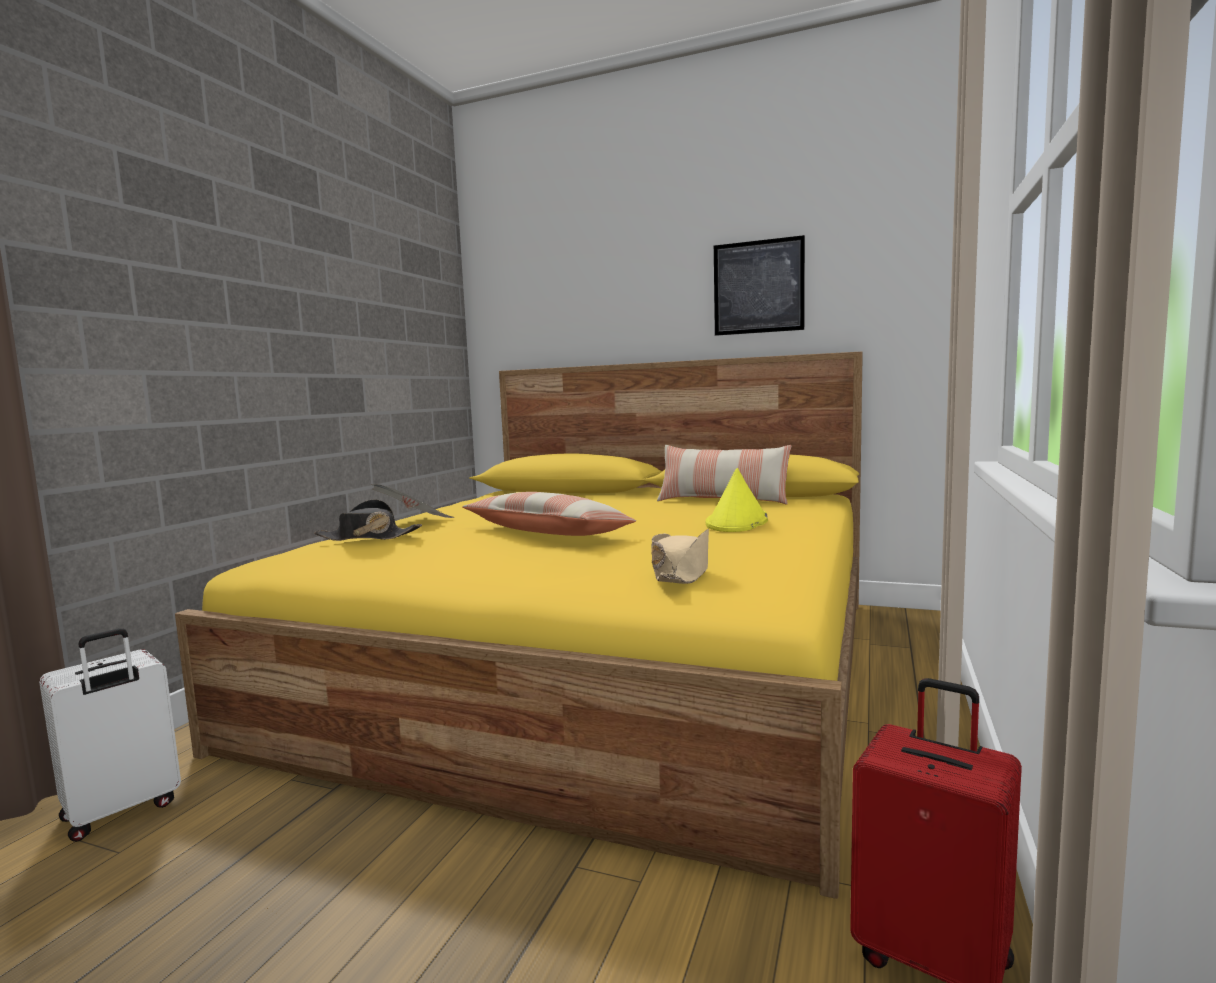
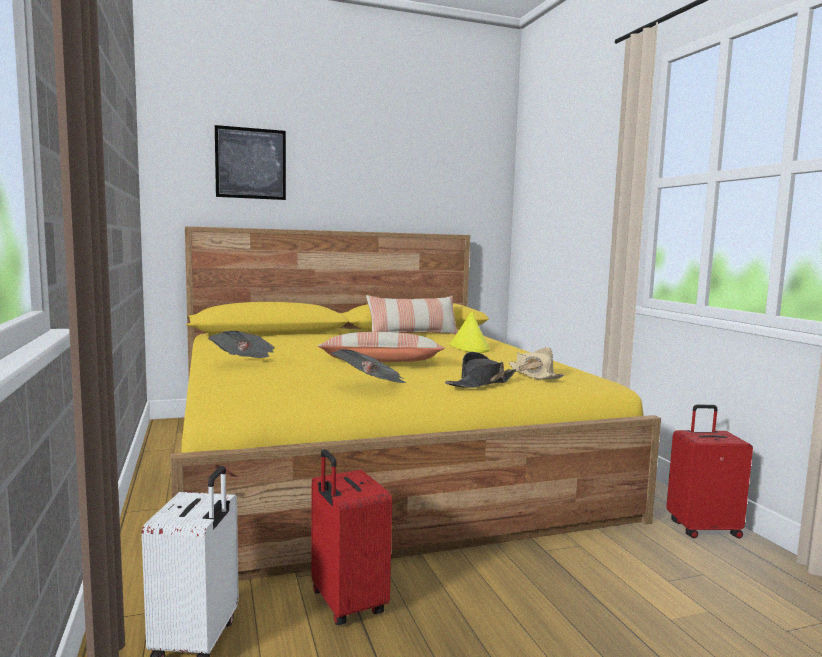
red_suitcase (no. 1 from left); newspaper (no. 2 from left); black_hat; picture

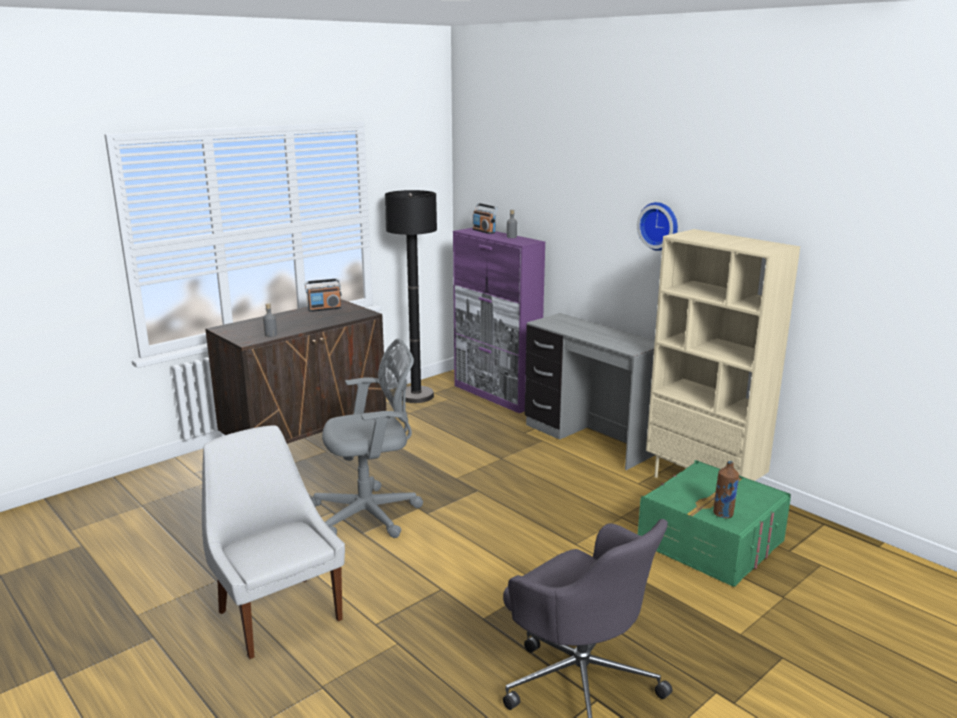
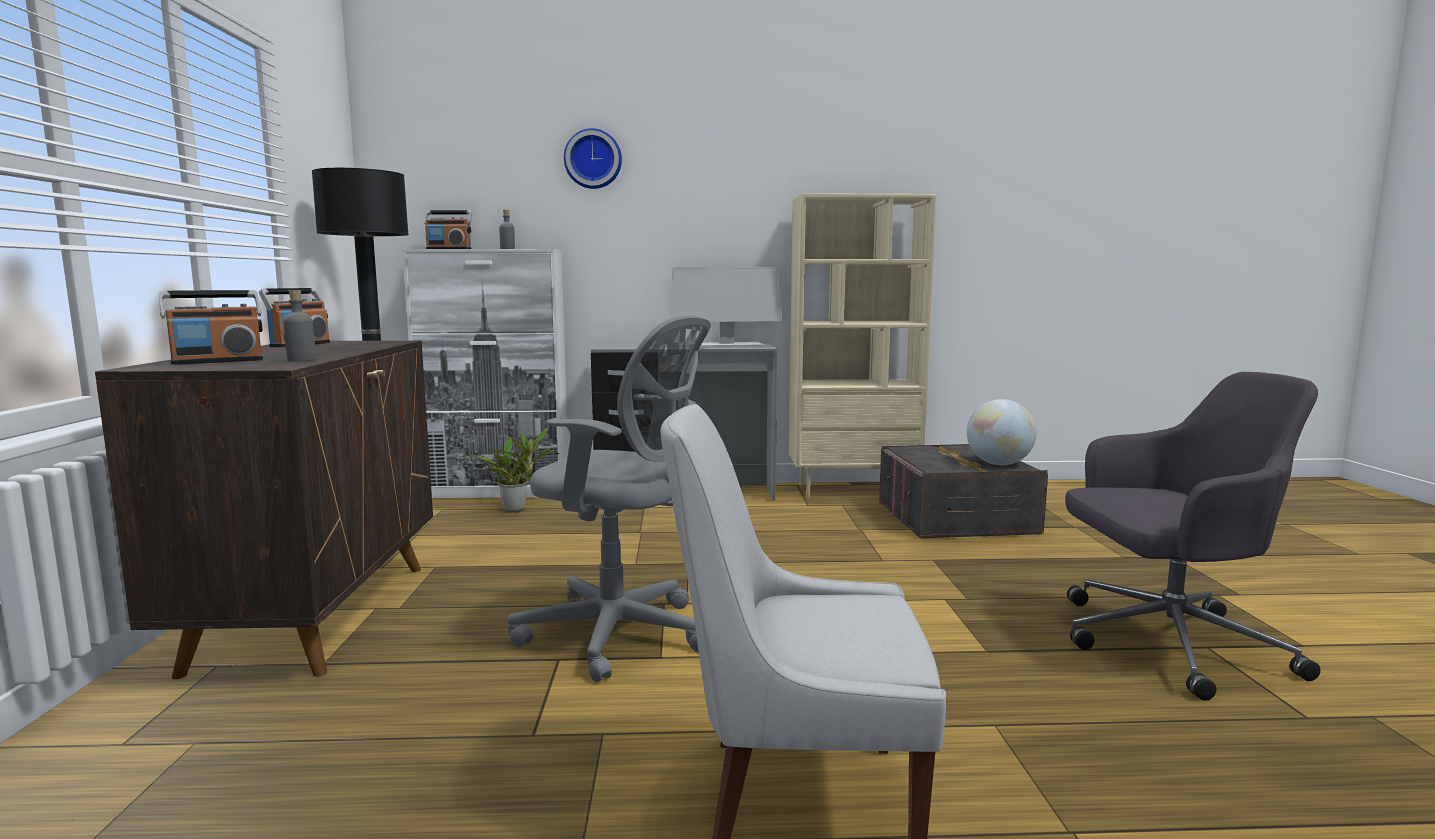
radio (no. 1 from left); potted_plant; monitor; wall_clock; globe; white_cabinet; grey_storage_box; grey_office_chair (no. 1 from left)

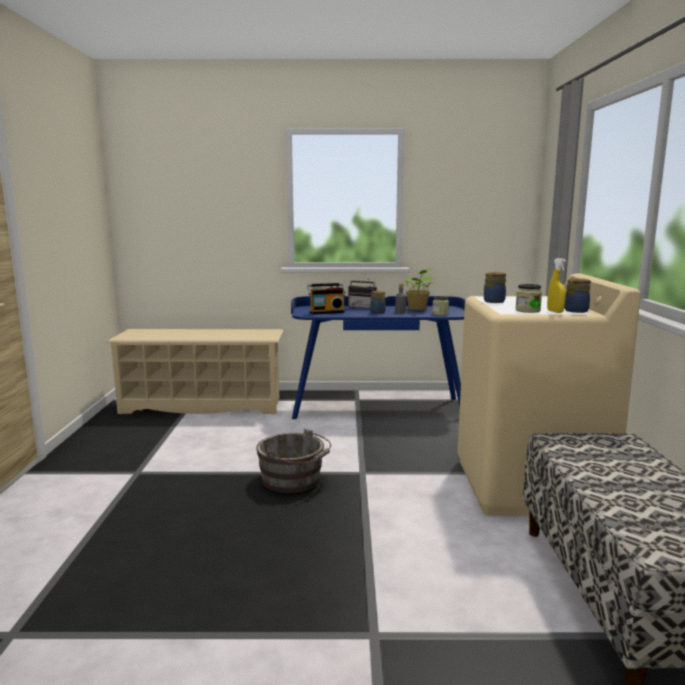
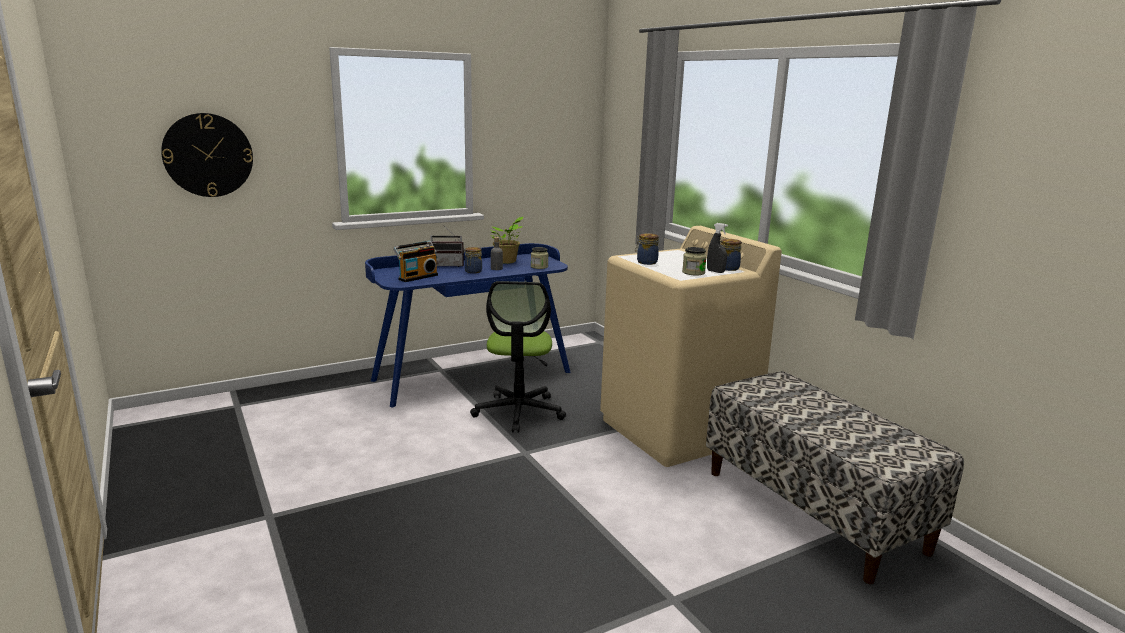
beige_shoe_rack; grey_bucket; wall_clock; office_chair; grey_spray_bottle

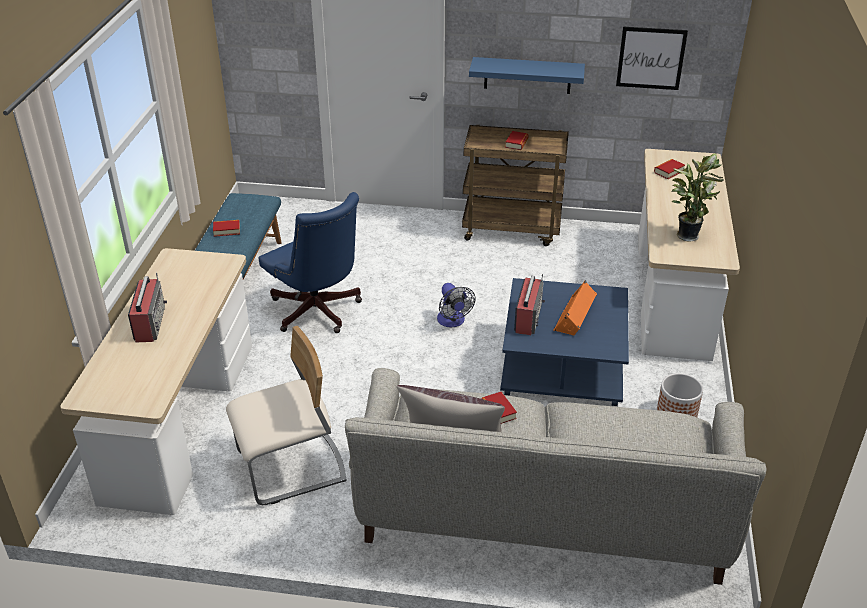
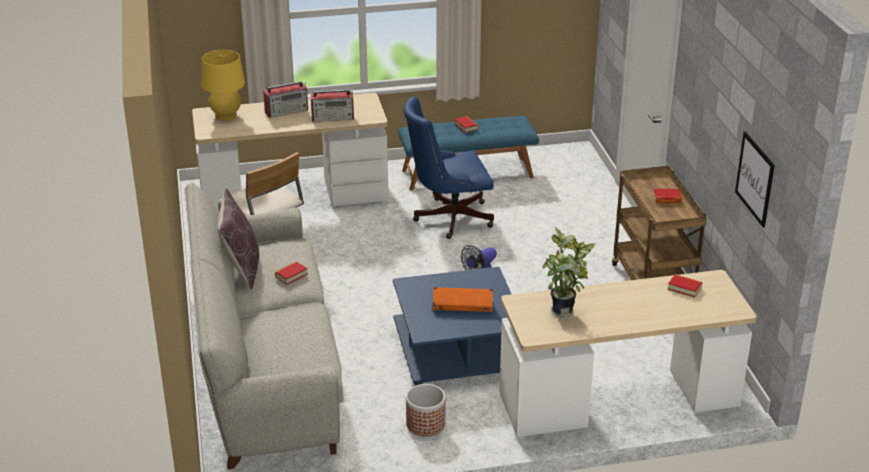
blue_shelf; yellow_table_lamp; radio (no. 2 from left); blue_office_chair

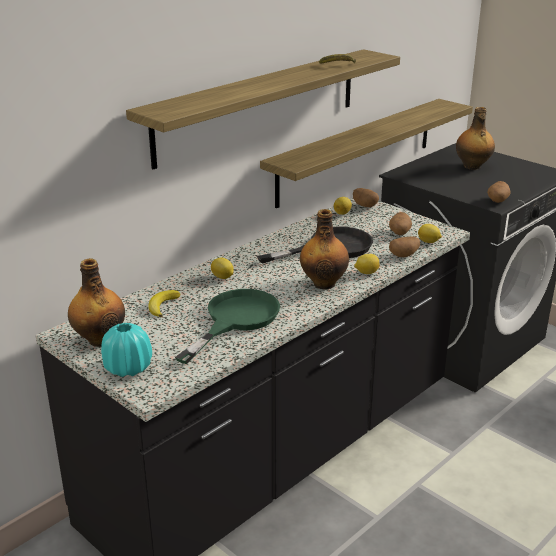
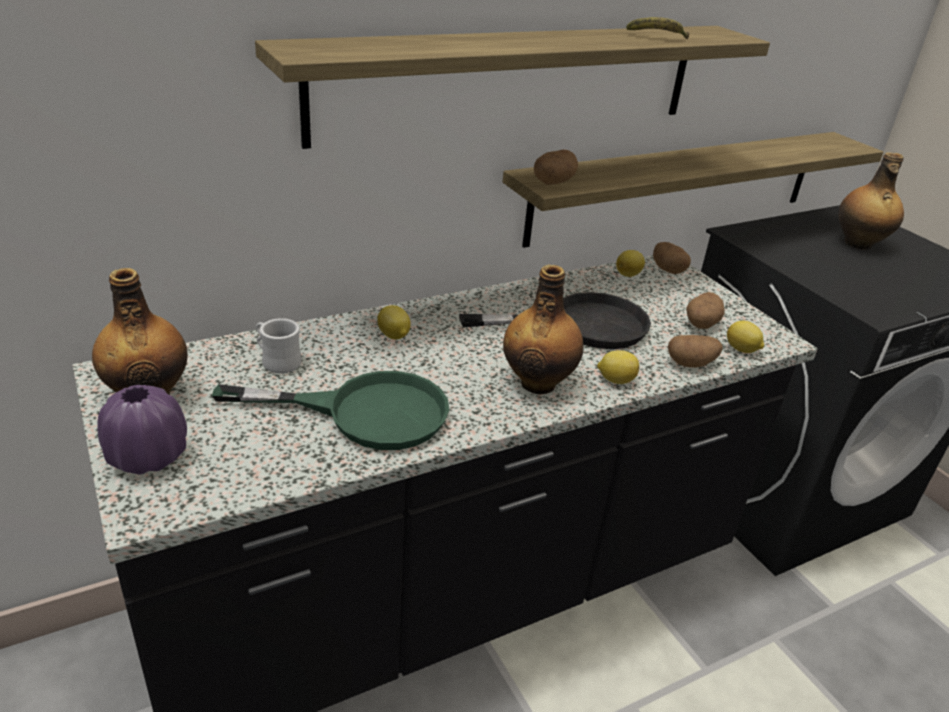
potato (no. 1 from left); white_mug; purple_vase; green_frying_pan

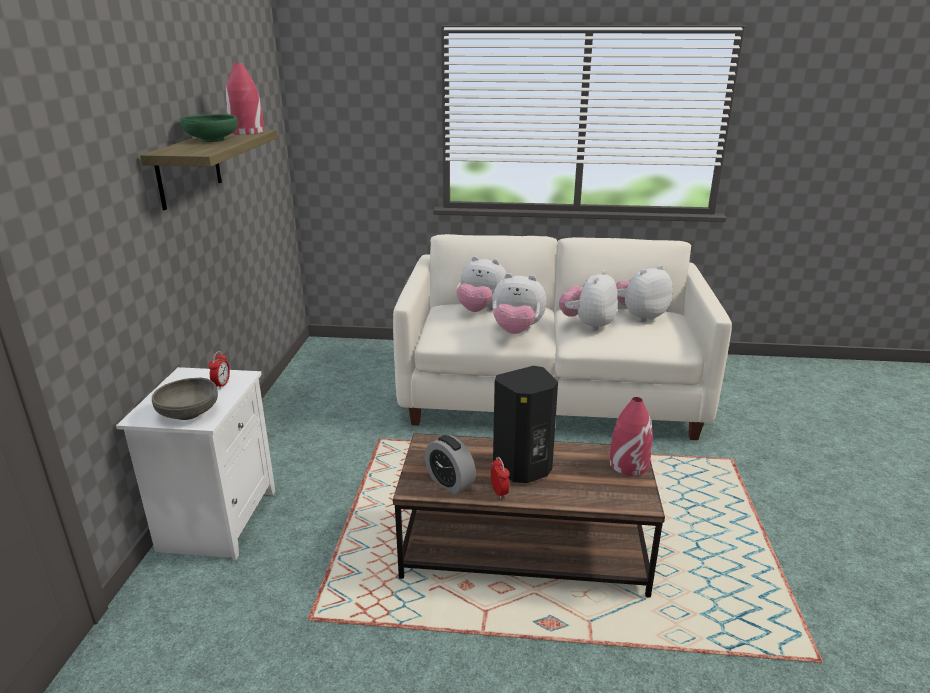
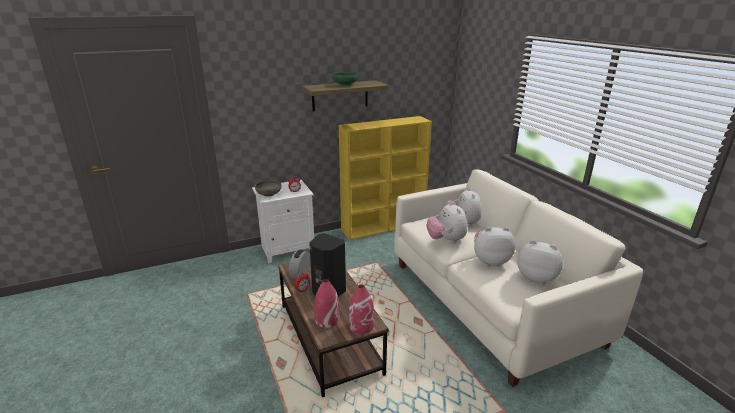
yellow_bookcase; red_vase (no. 1 from left)

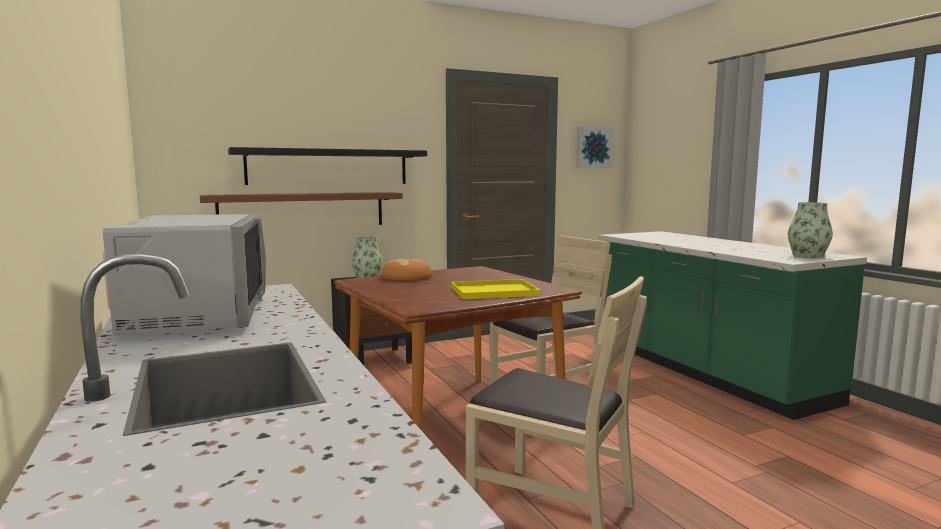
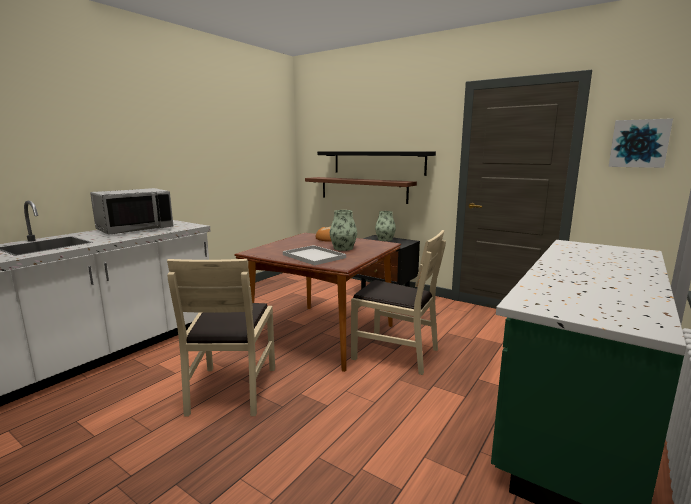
vase (no. 1 from left); white_tray

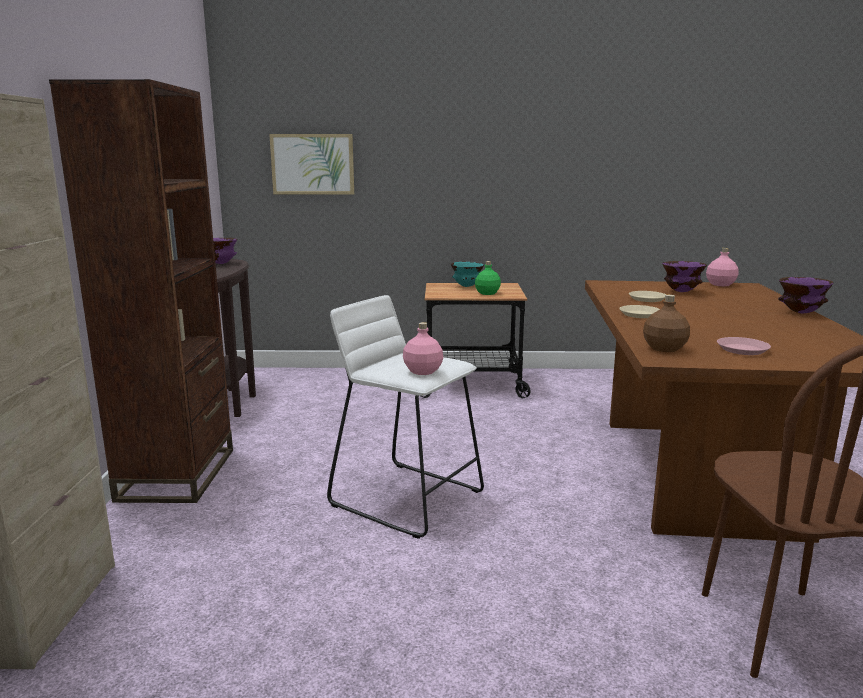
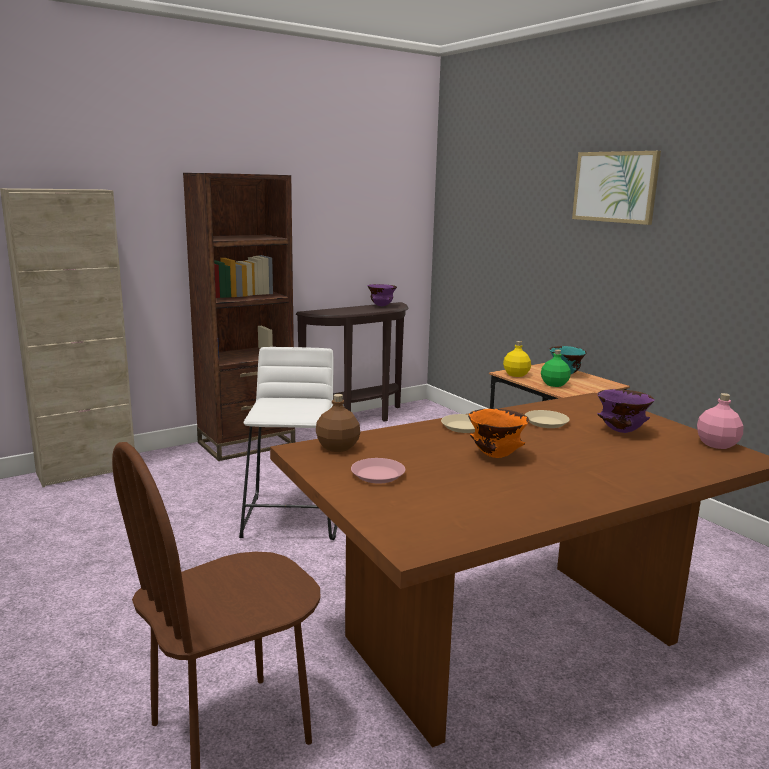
pink_bottle (no. 1 from left in the first image); purple_bowl (no. 3 from left in the first image); orange_bowl; yellow_bottle; picture

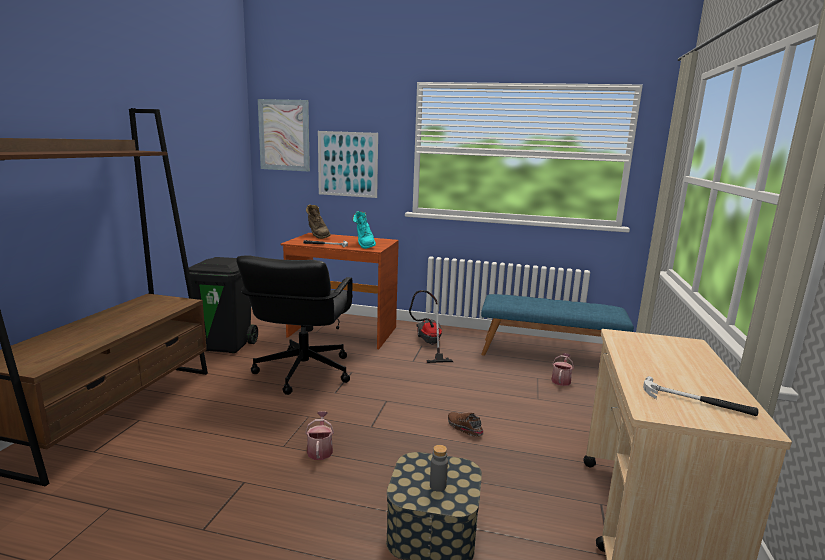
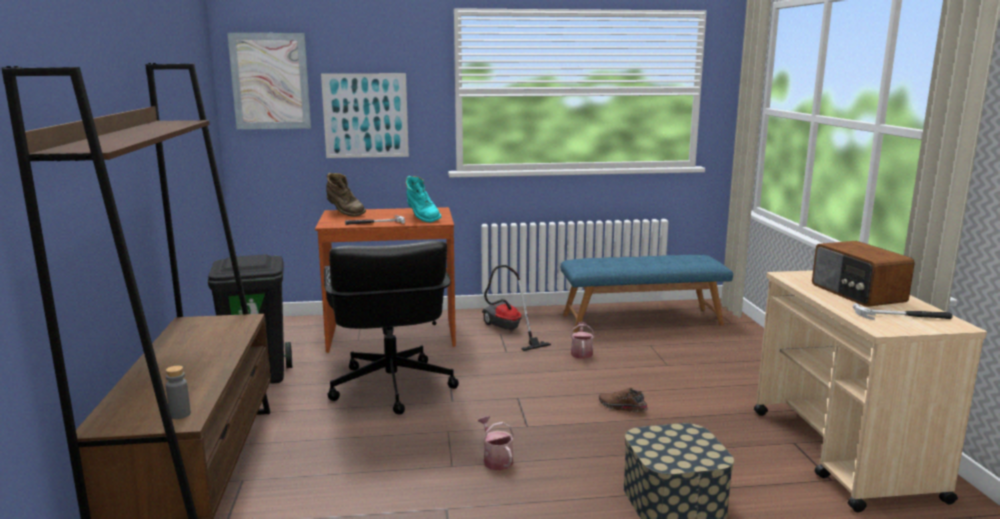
radio; grey_bottle; watering_can (no. 2 from left)

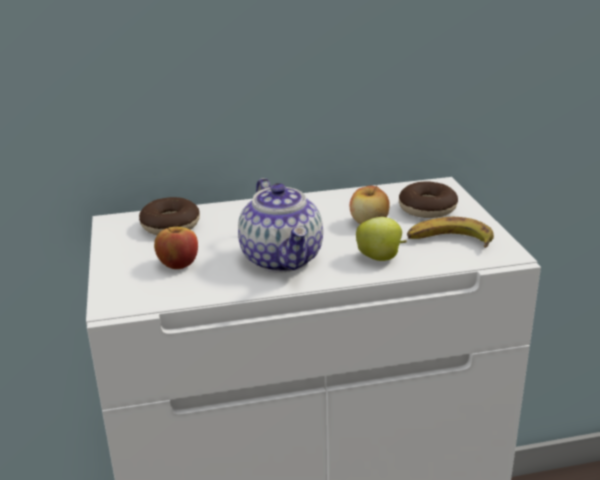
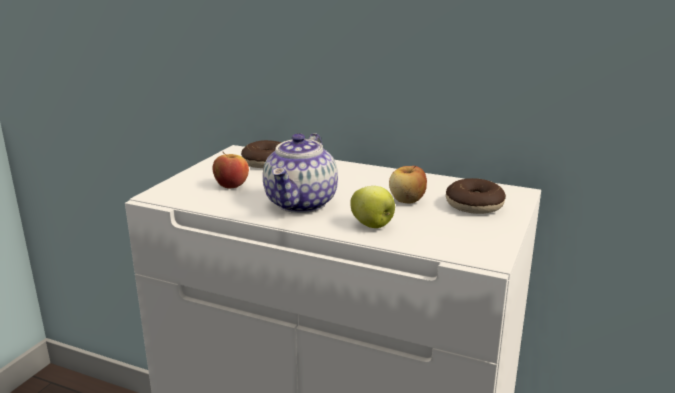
banana

